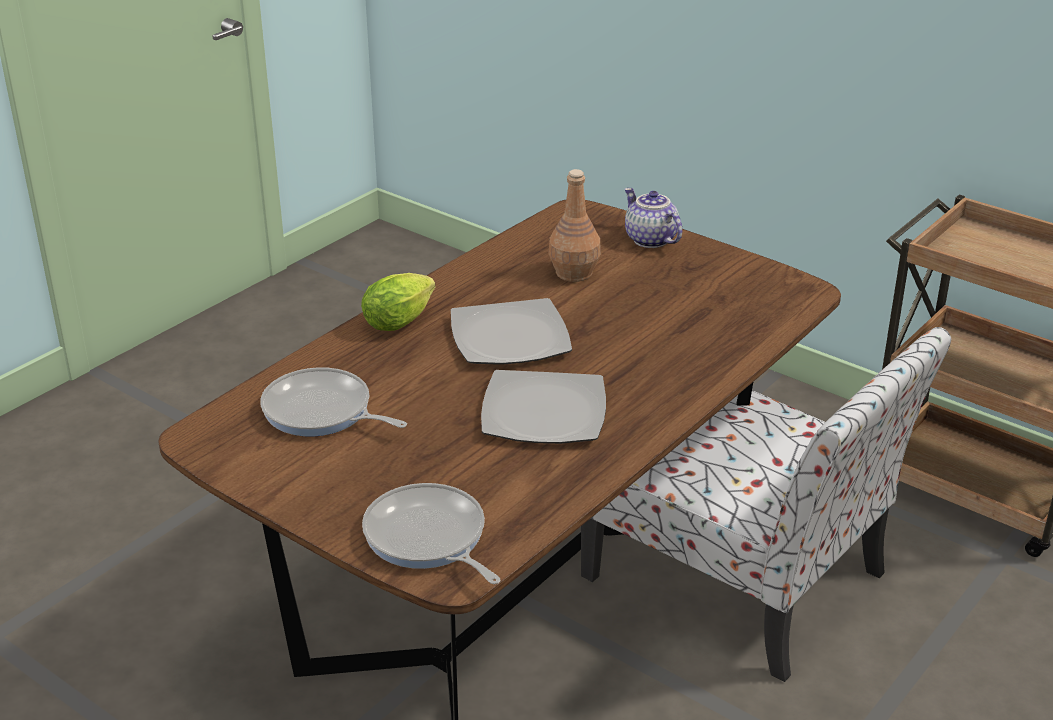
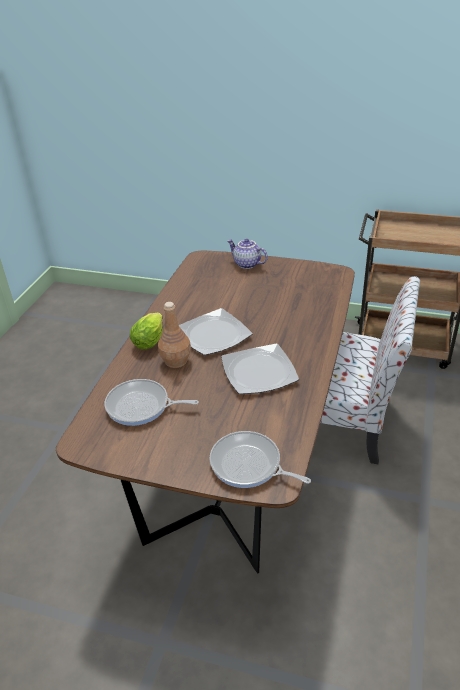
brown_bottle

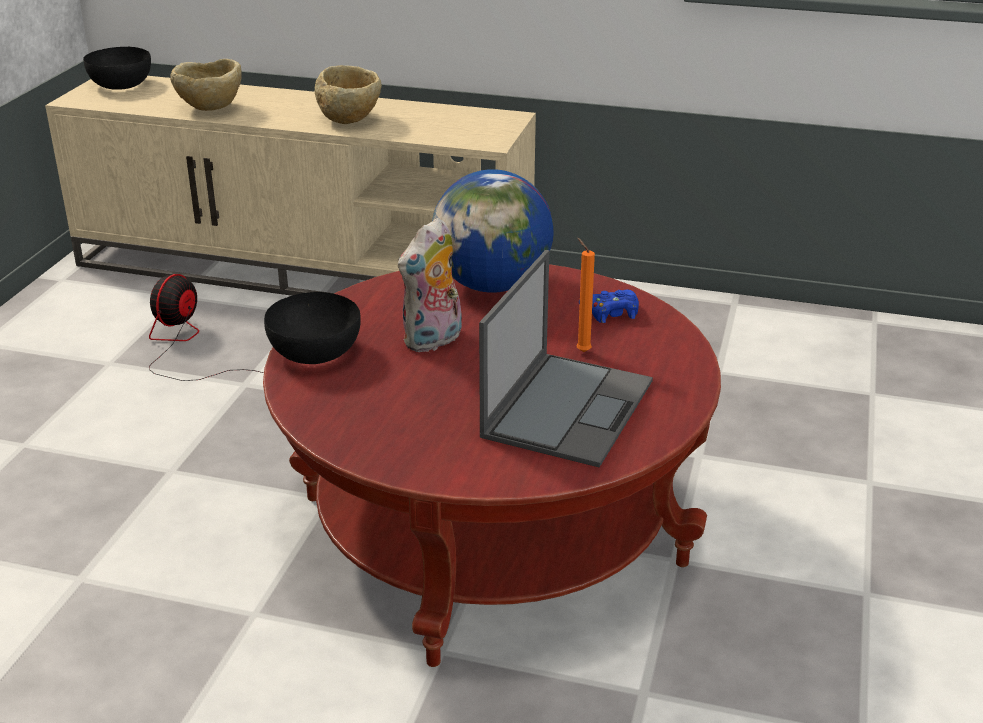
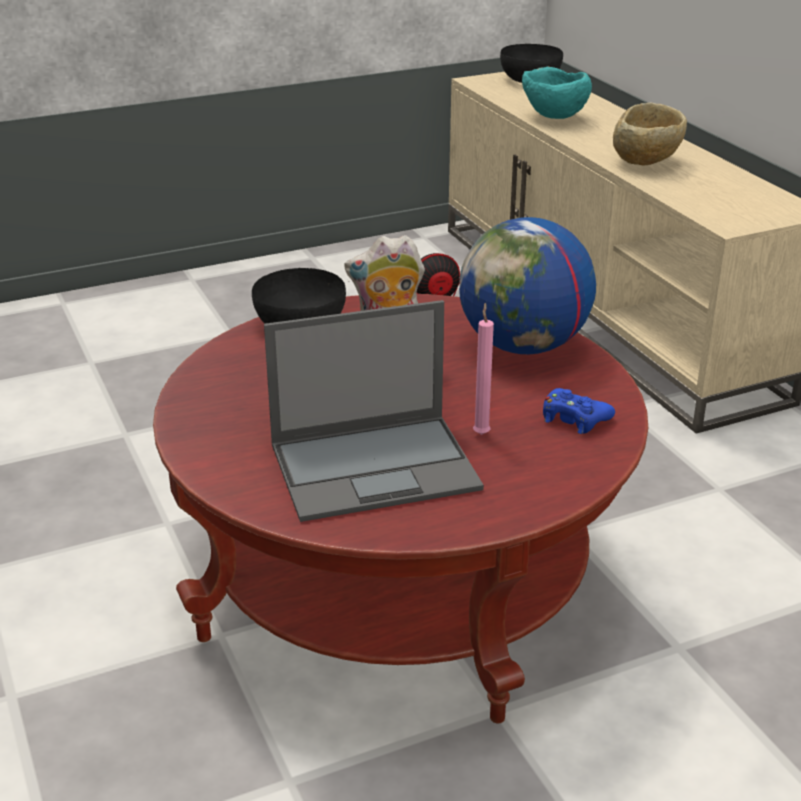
turquoise_bowl; pink_candle

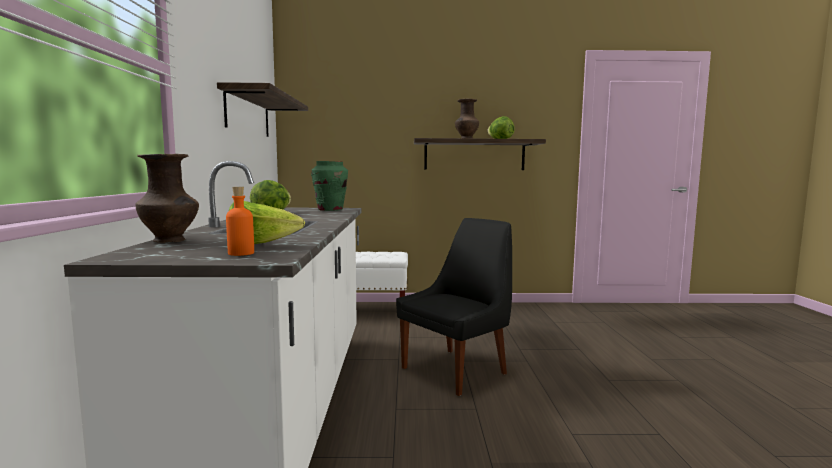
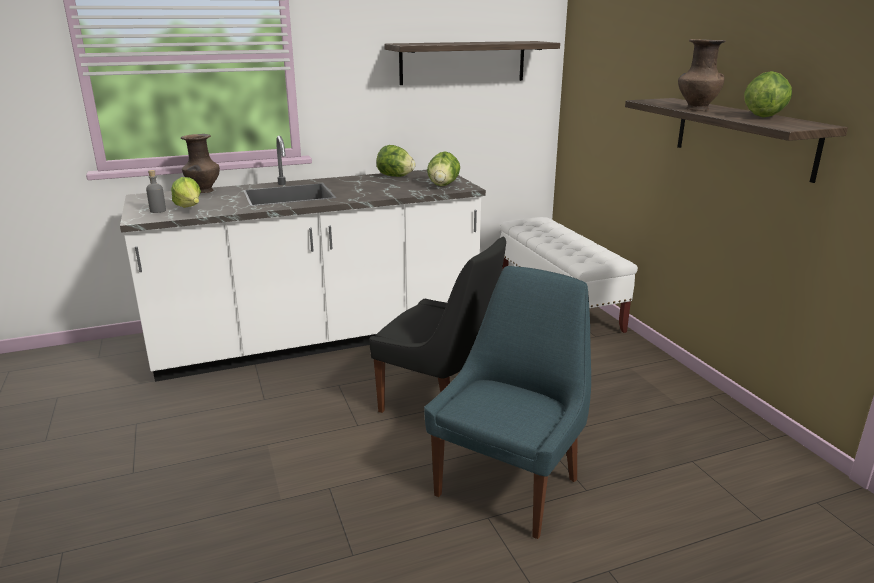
blue_chair; lettuce (no. 3 from left); grey_bottle

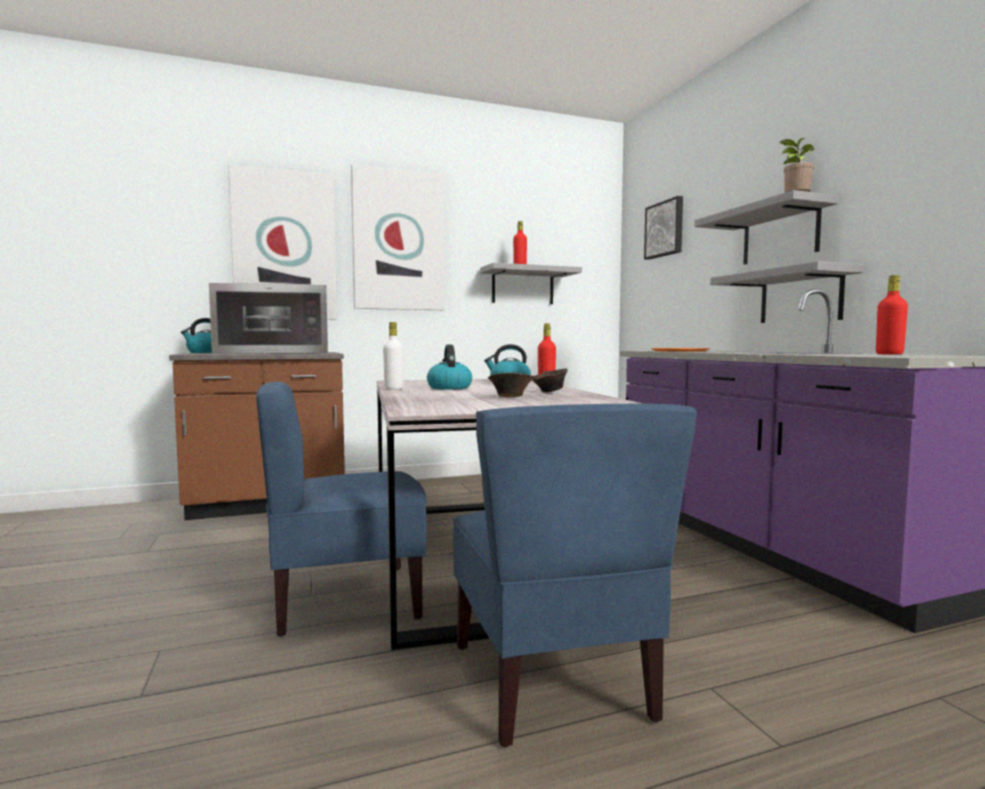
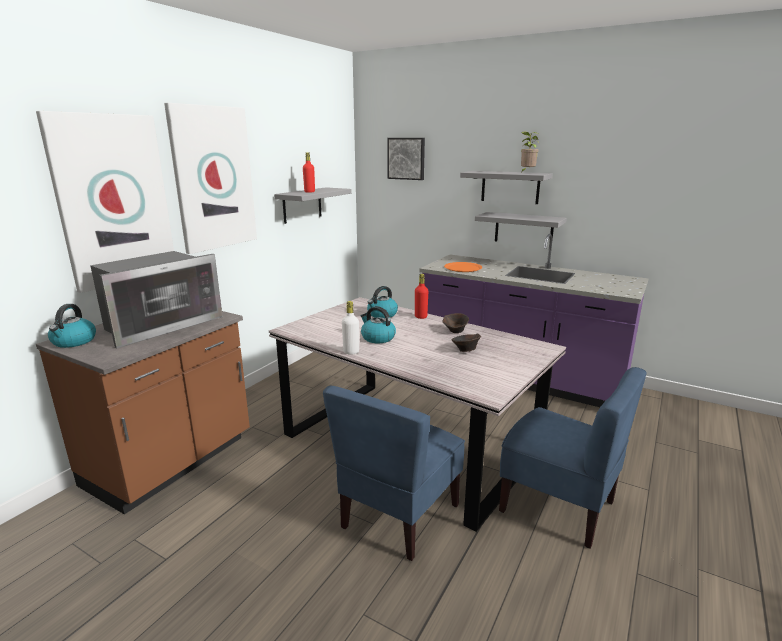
red_bottle (no. 3 from left in the first image)

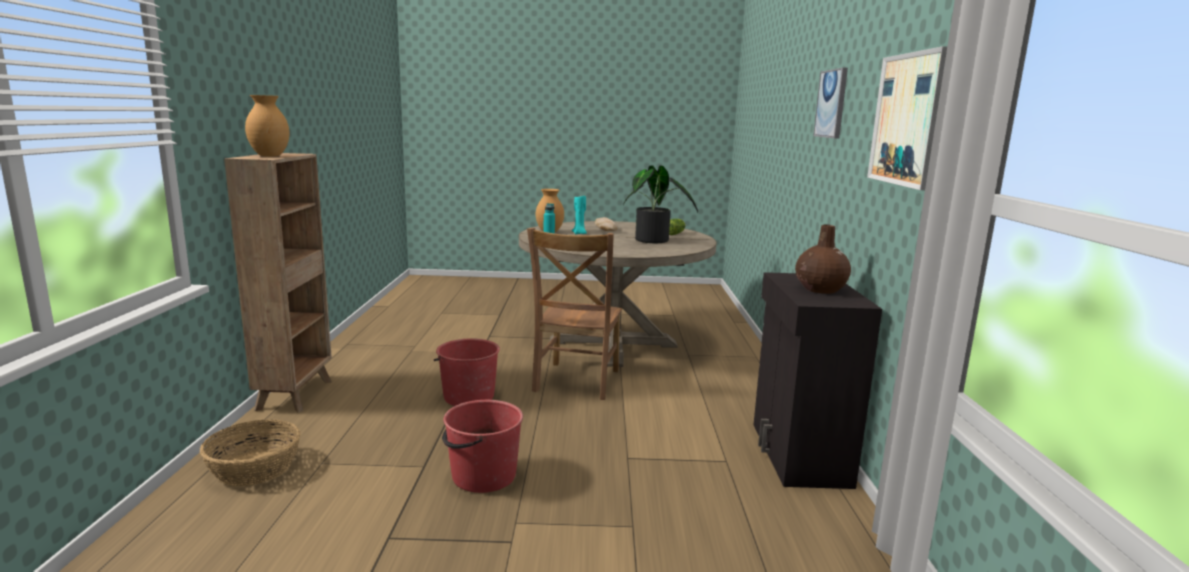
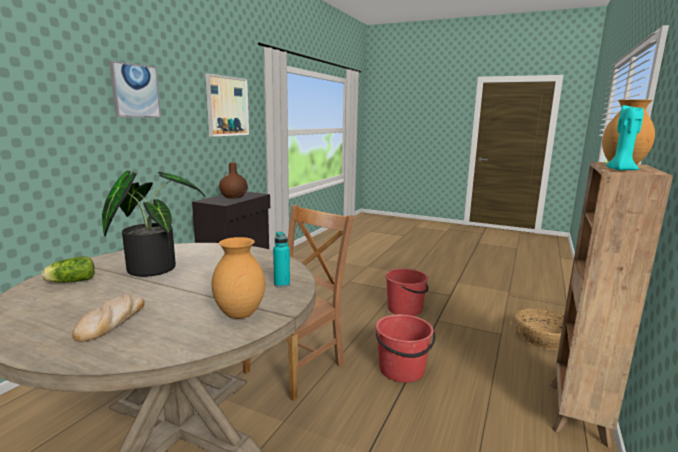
turquoise_candle

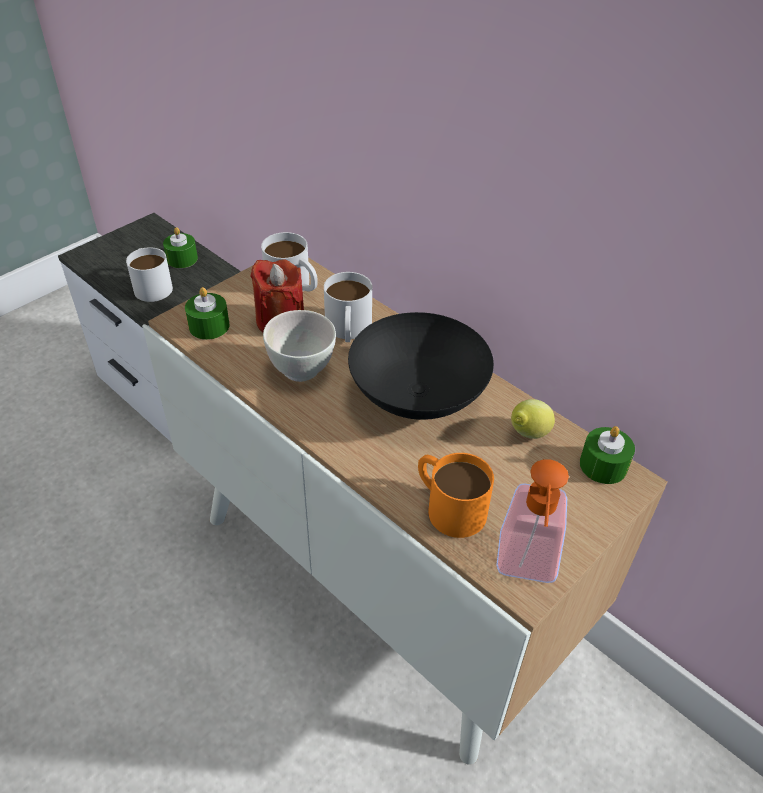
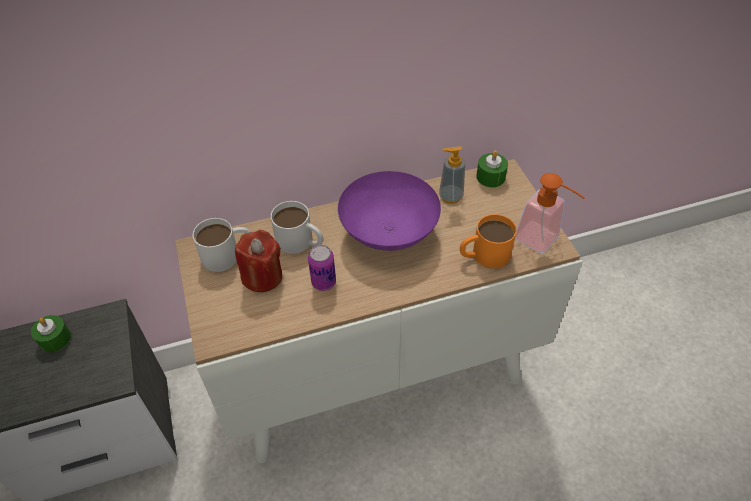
white_mug (no. 1 from left in the first image); green_candle (no. 2 from left in the first image); can; soap_dispenser (no. 1 from left); purple_bowl

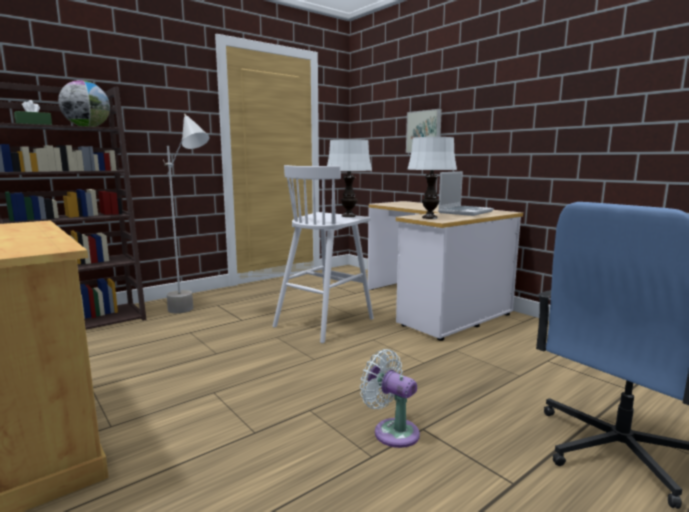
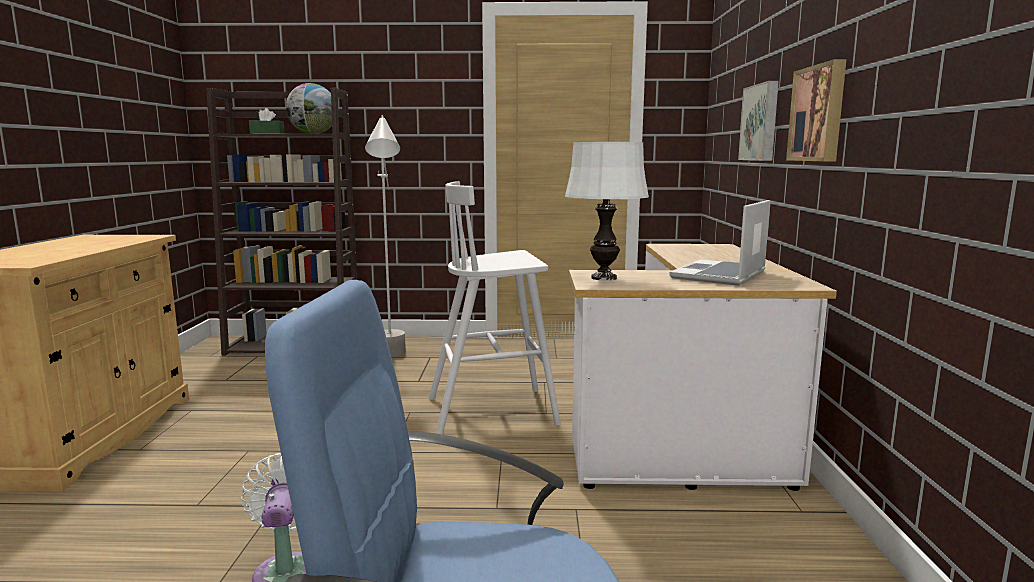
white_table_lamp (no. 1 from left in the first image); picture (no. 2 from left); laptop

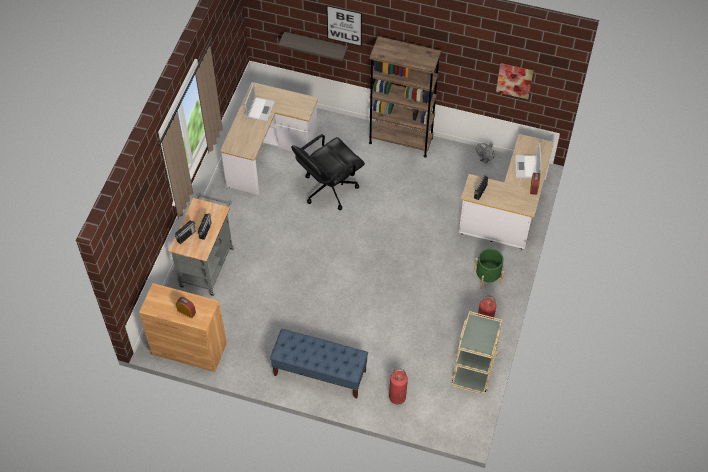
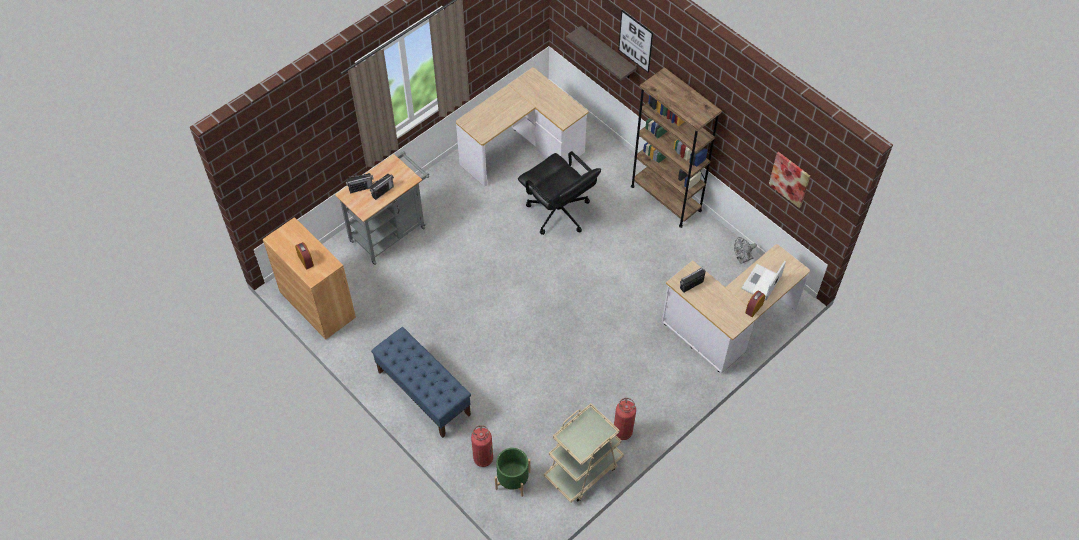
laptop (no. 1 from left in the first image); green_planter; black_office_chair

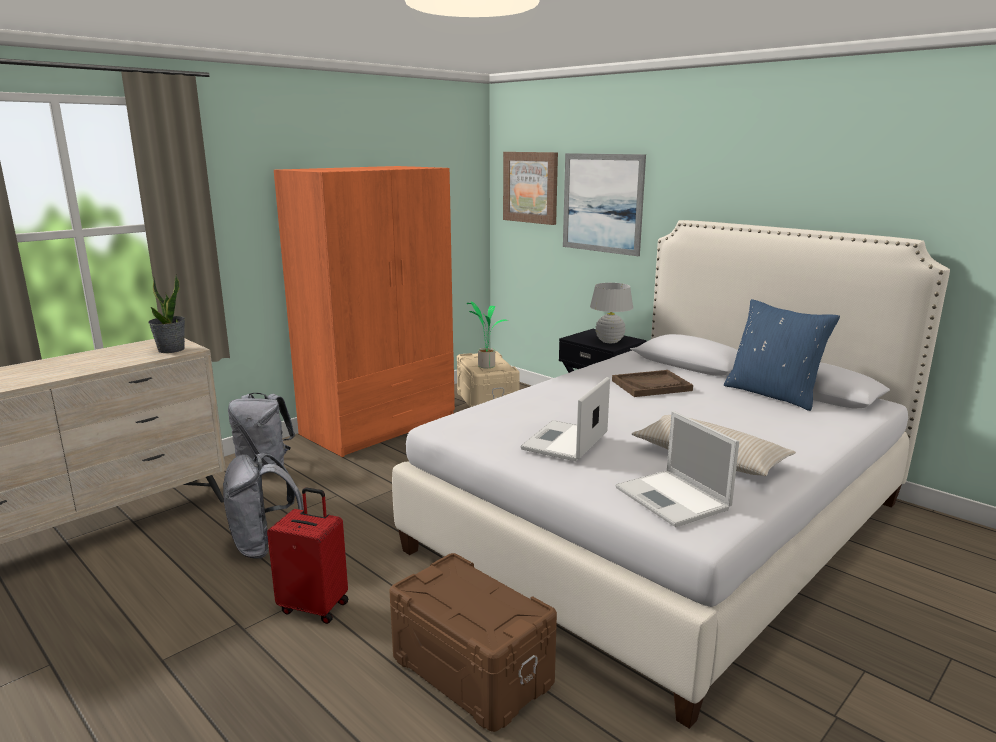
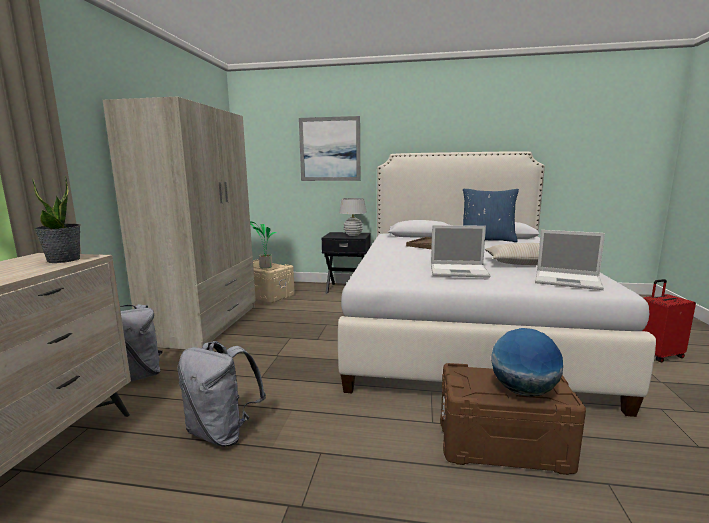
picture (no. 1 from left in the first image); globe; red_suitcase; beige_wardrobe; laptop (no. 1 from left)

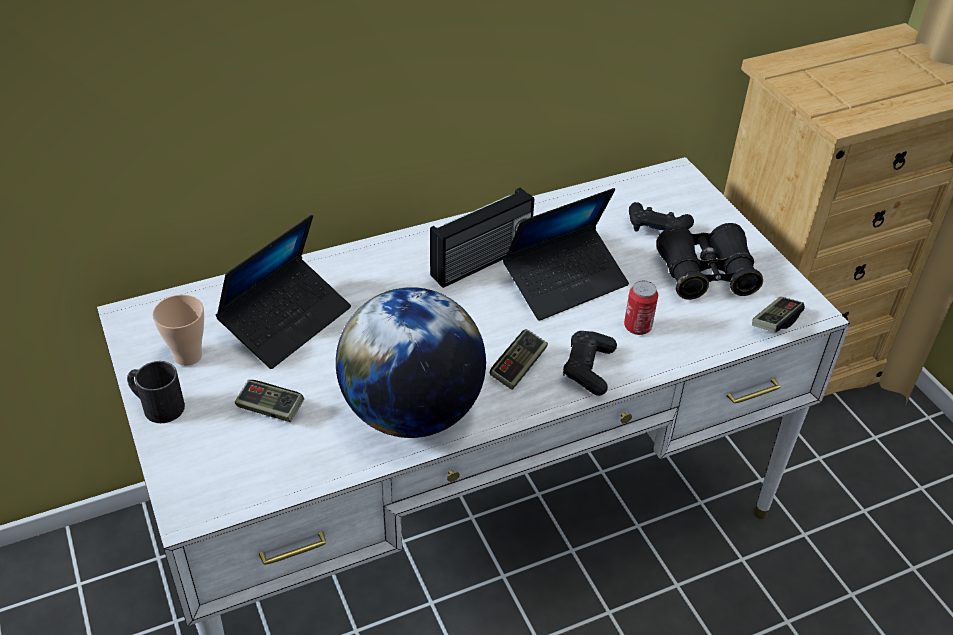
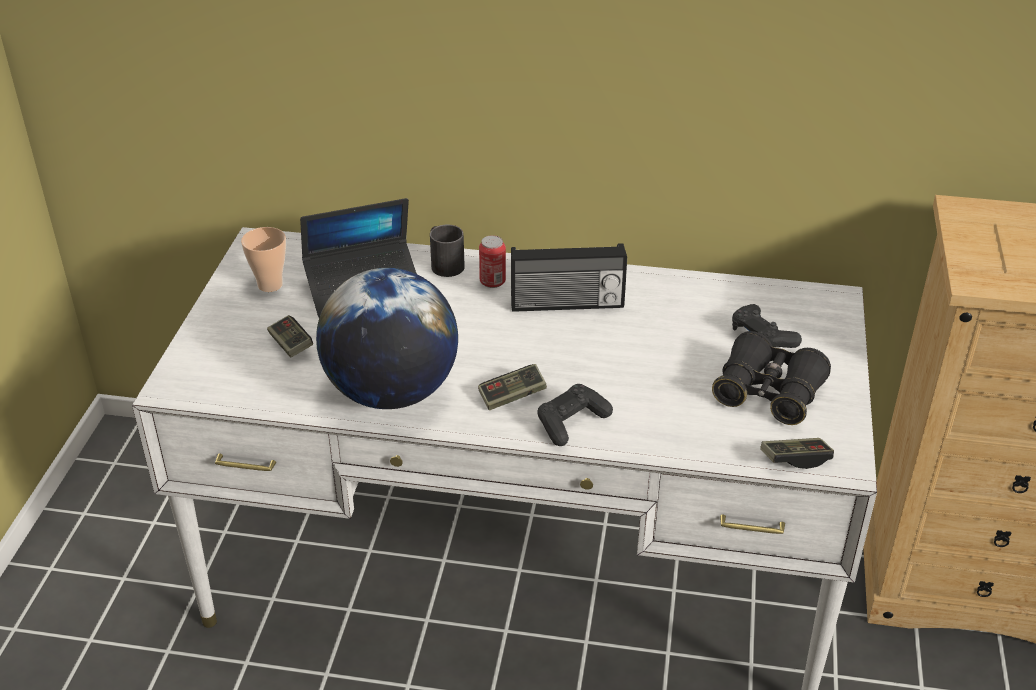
laptop (no. 2 from left in the first image); black_mug; can

